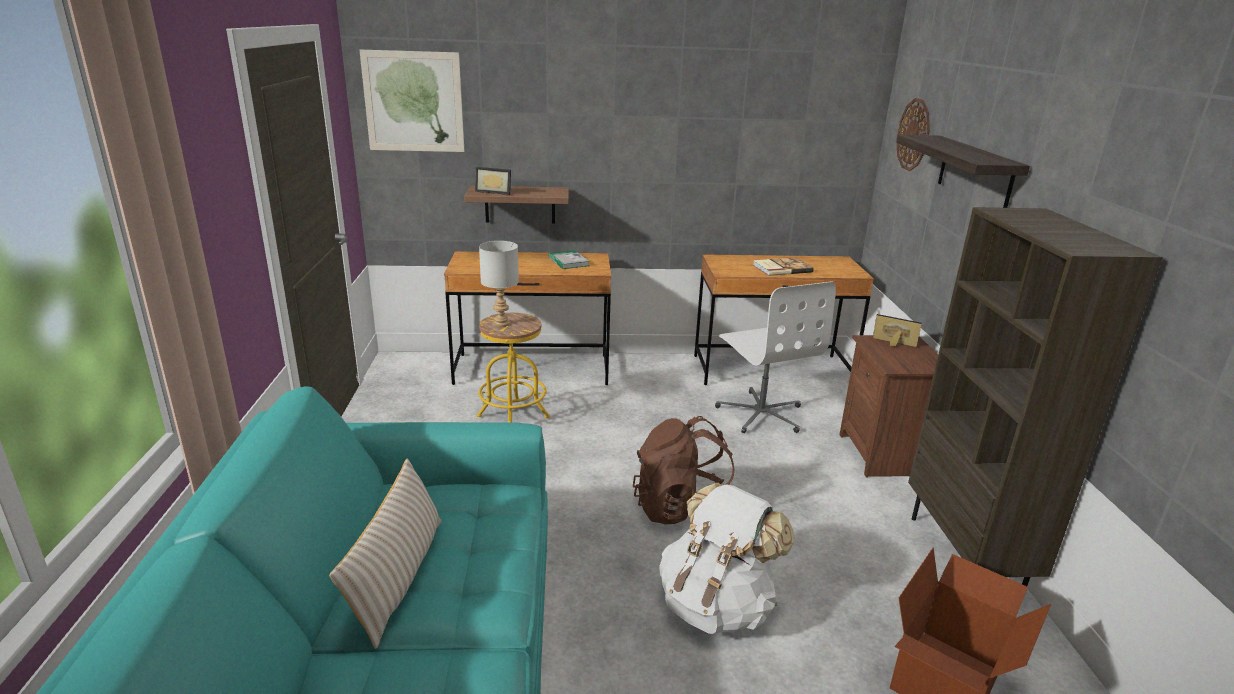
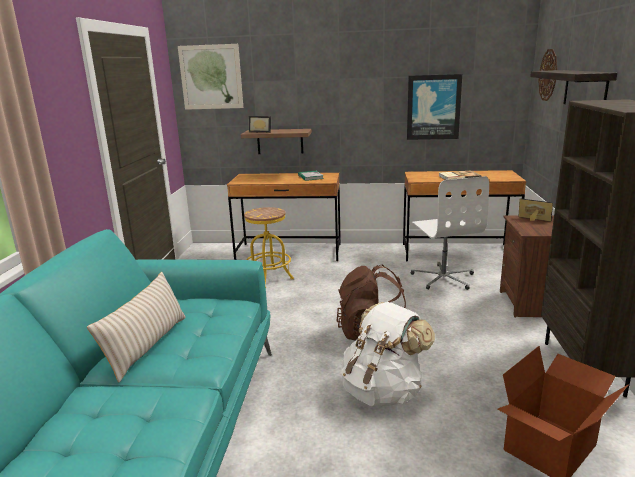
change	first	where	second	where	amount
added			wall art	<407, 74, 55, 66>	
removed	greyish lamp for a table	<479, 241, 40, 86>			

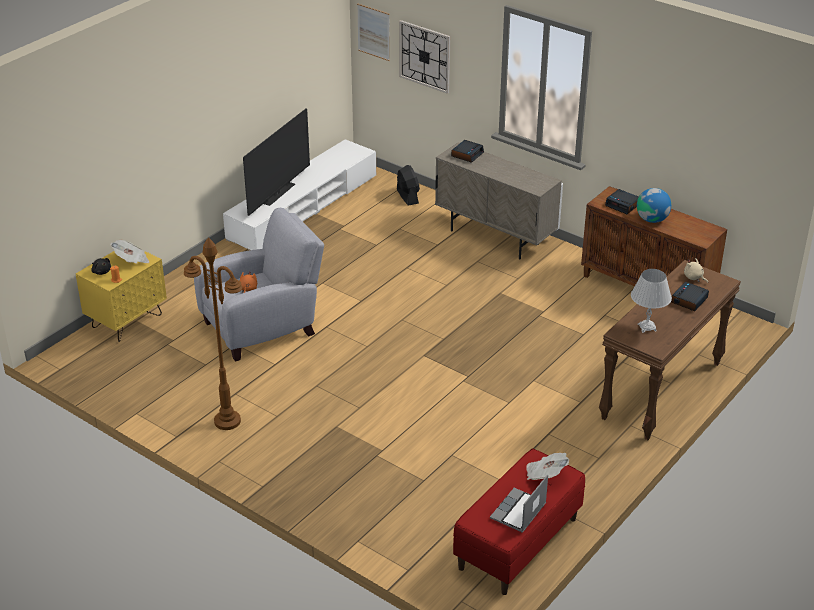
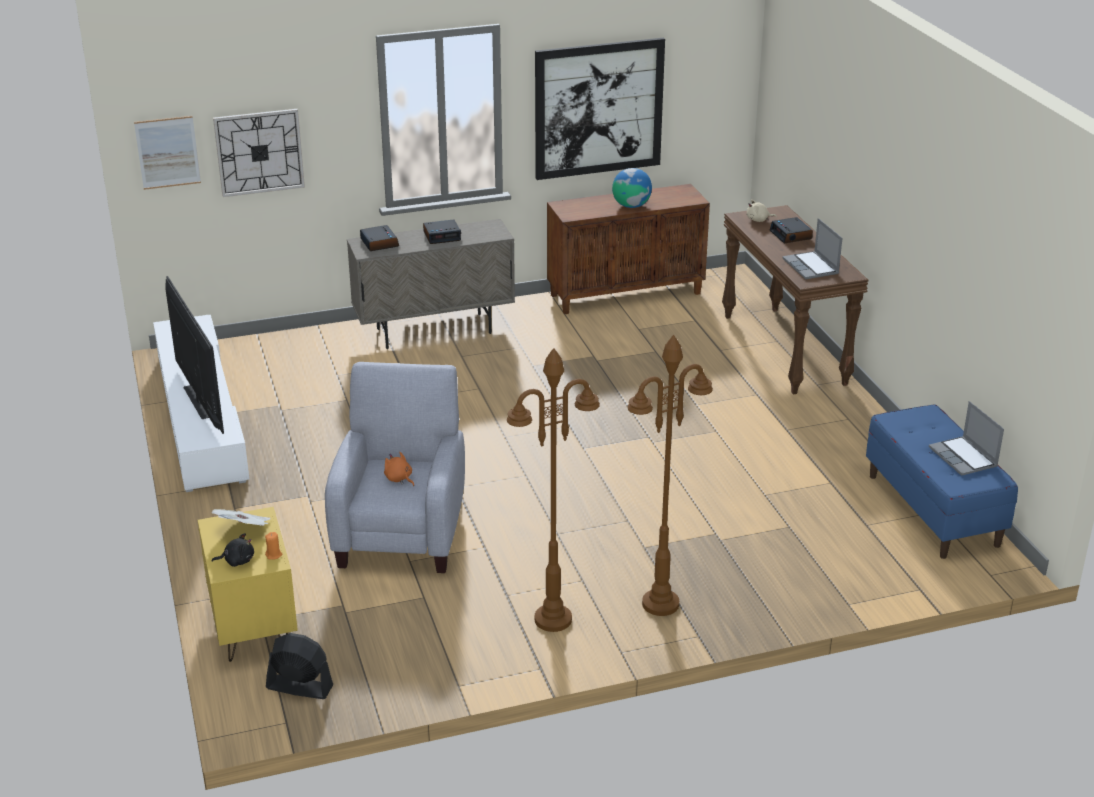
change	first	where	second	where	amount
moved	black electric fan	<397, 165, 23, 41>		<266, 633, 67, 66>	
moved	table clock	<605, 189, 34, 25>		<423, 219, 38, 25>	
added			wall art	<535, 38, 130, 142>	
added			brown-coloured standing lamp	<627, 335, 86, 281>	
replaced	white lamp for a table	<631, 269, 41, 64>	laptop	<783, 218, 59, 61>	
recoloured	red long seat	<453, 448, 132, 147>	bluish long seat	<866, 404, 152, 155>	
removed	newspaper	<526, 453, 43, 27>			

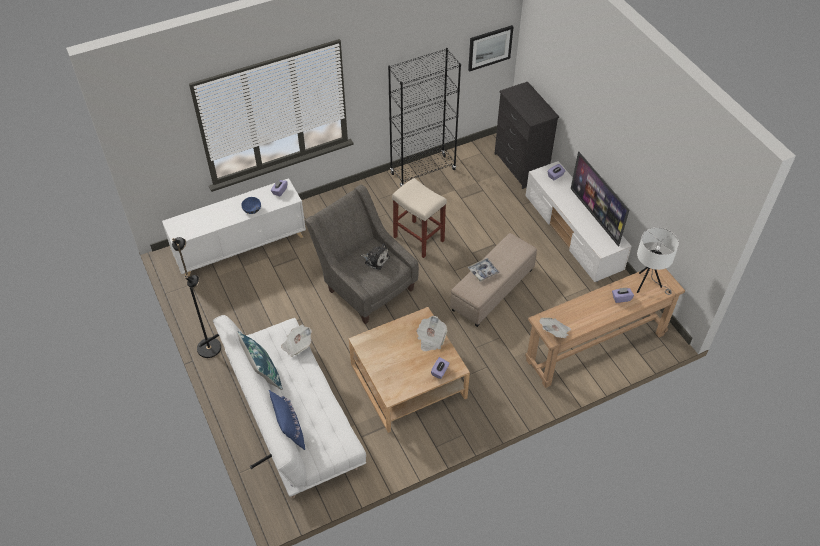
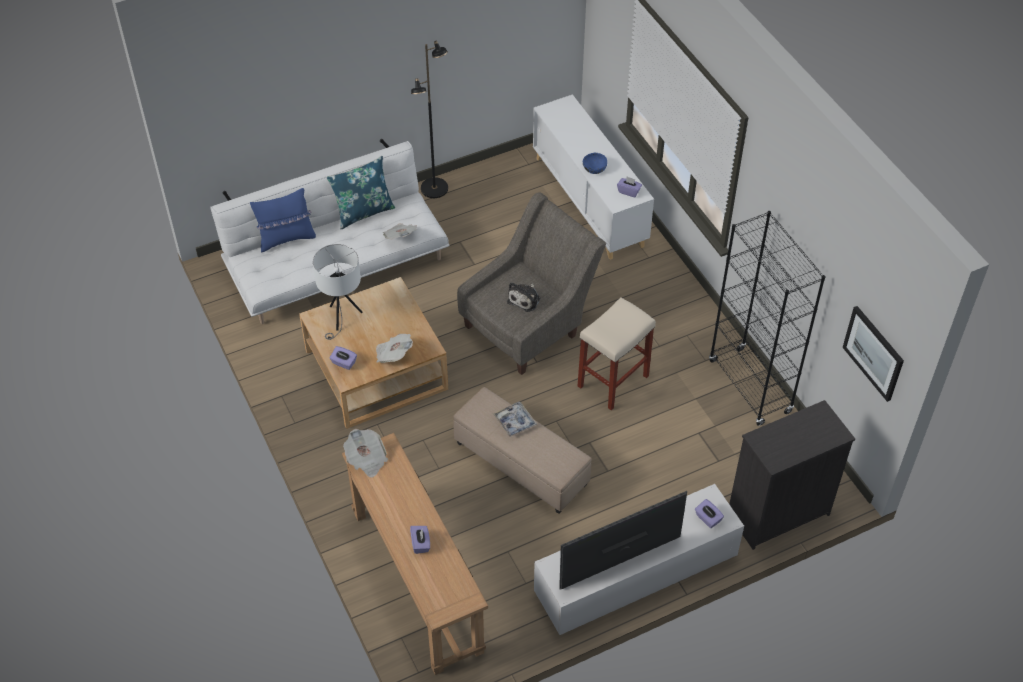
change	first	where	second	where	amount
moved	white lamp for a table	<637, 227, 42, 68>		<313, 244, 50, 96>	

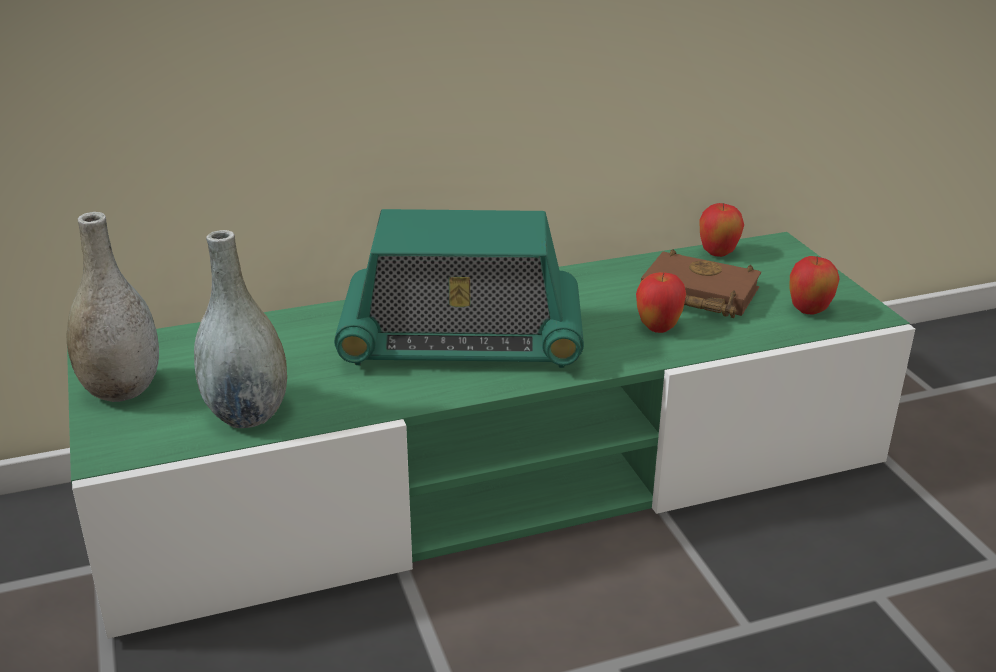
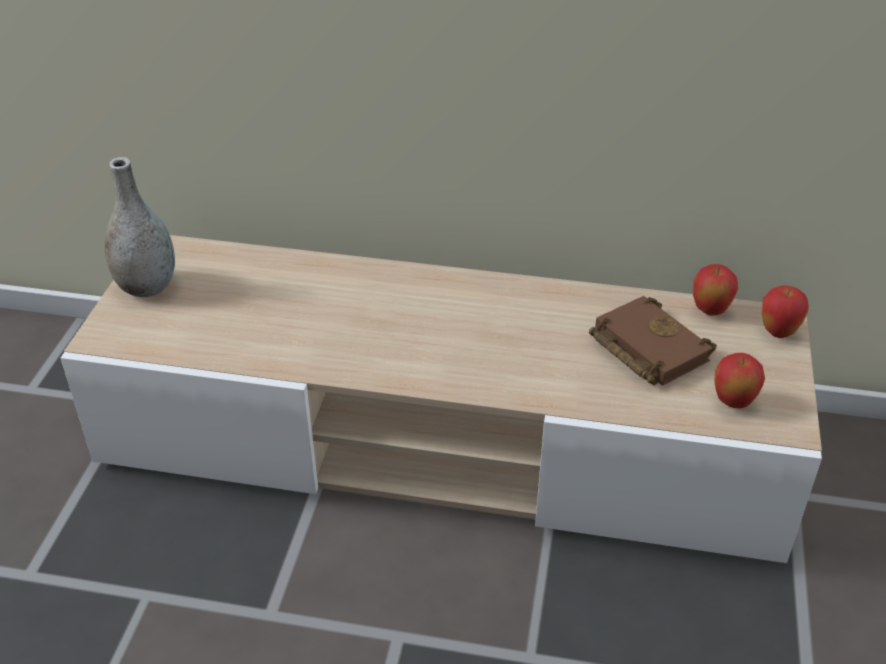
change	first	where	second	where	amount
recoloured	green-coloured media console	<67, 232, 848, 407>	sand-coloured media console	<61, 235, 761, 328>	
moved	whole apple	<636, 272, 50, 61>		<762, 285, 47, 53>	
removed	greyish vase	<194, 230, 93, 198>			
removed	radio	<334, 209, 250, 159>			

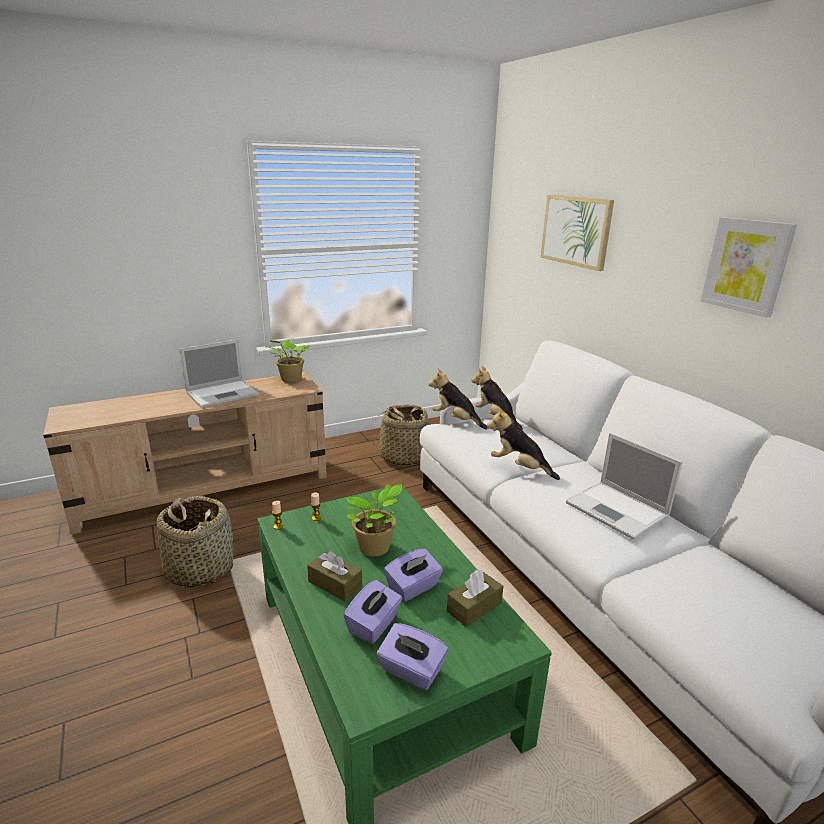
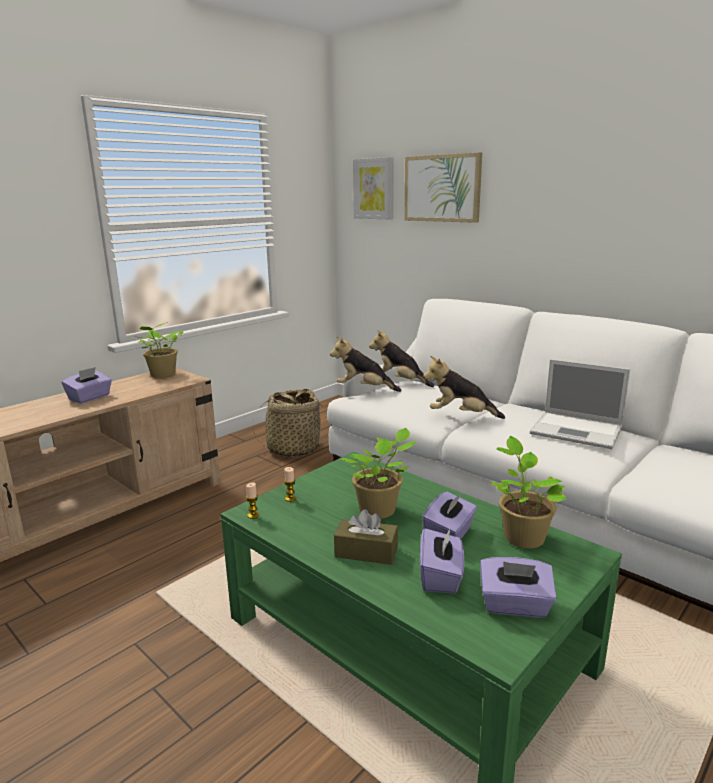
change	first	where	second	where	amount
replaced	laptop	<180, 339, 79, 69>	purple box of tissues	<62, 367, 50, 36>	
moved	wall art	<701, 217, 96, 101>		<353, 157, 41, 63>	
replaced	brown-coloured box of tissues	<447, 570, 56, 57>	houseplant	<490, 436, 77, 113>	
removed	household basket	<157, 496, 76, 92>			

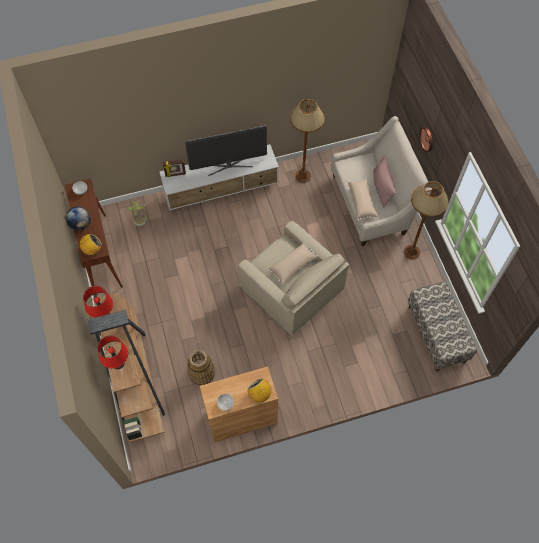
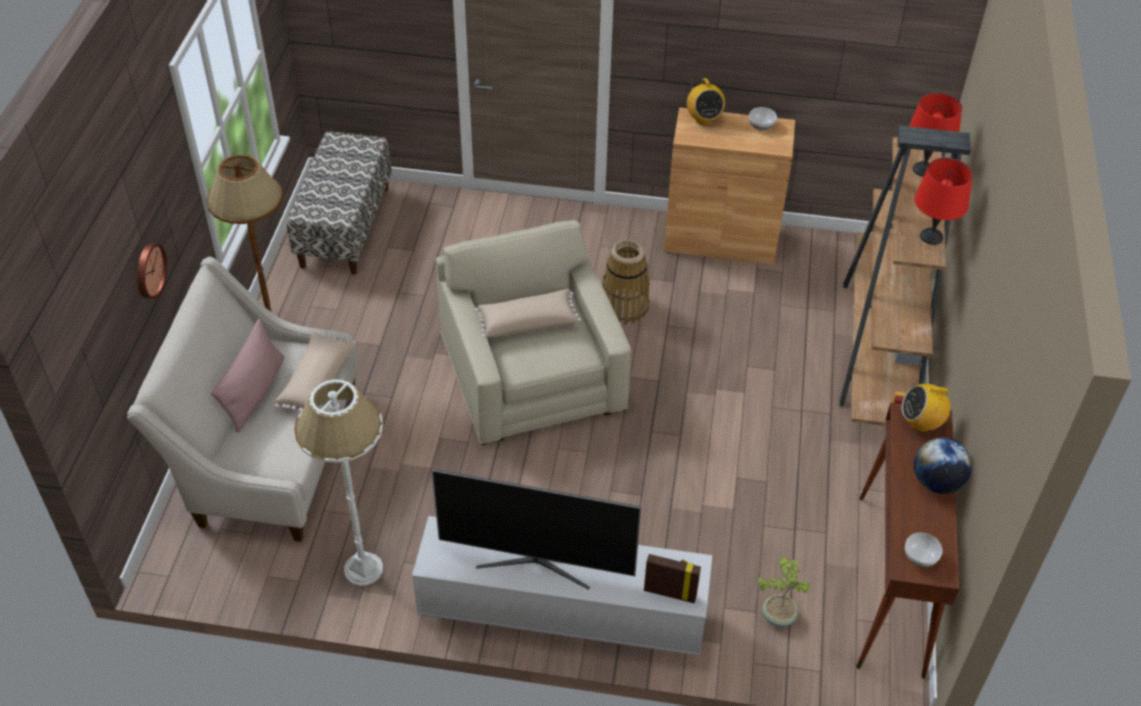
change	first	where	second	where	amount
recoloured	brown-coloured standing lamp	<290, 99, 35, 84>	white standing lamp	<294, 379, 89, 207>	
moved	household basket	<187, 350, 28, 36>		<602, 240, 48, 85>	

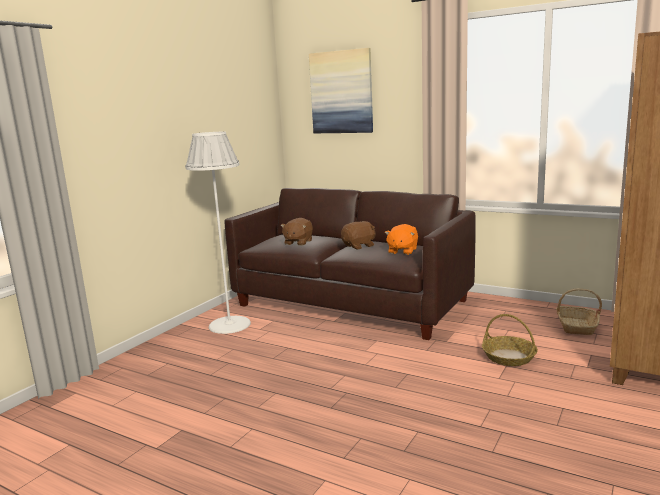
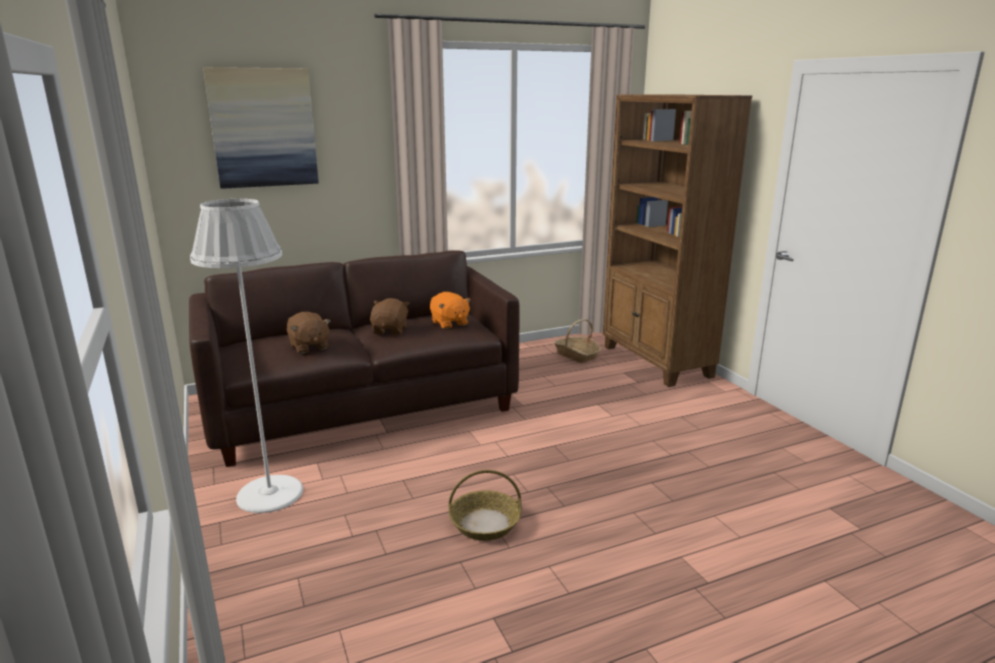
change	first	where	second	where	amount
moved	household basket	<482, 314, 56, 52>		<449, 470, 73, 71>	

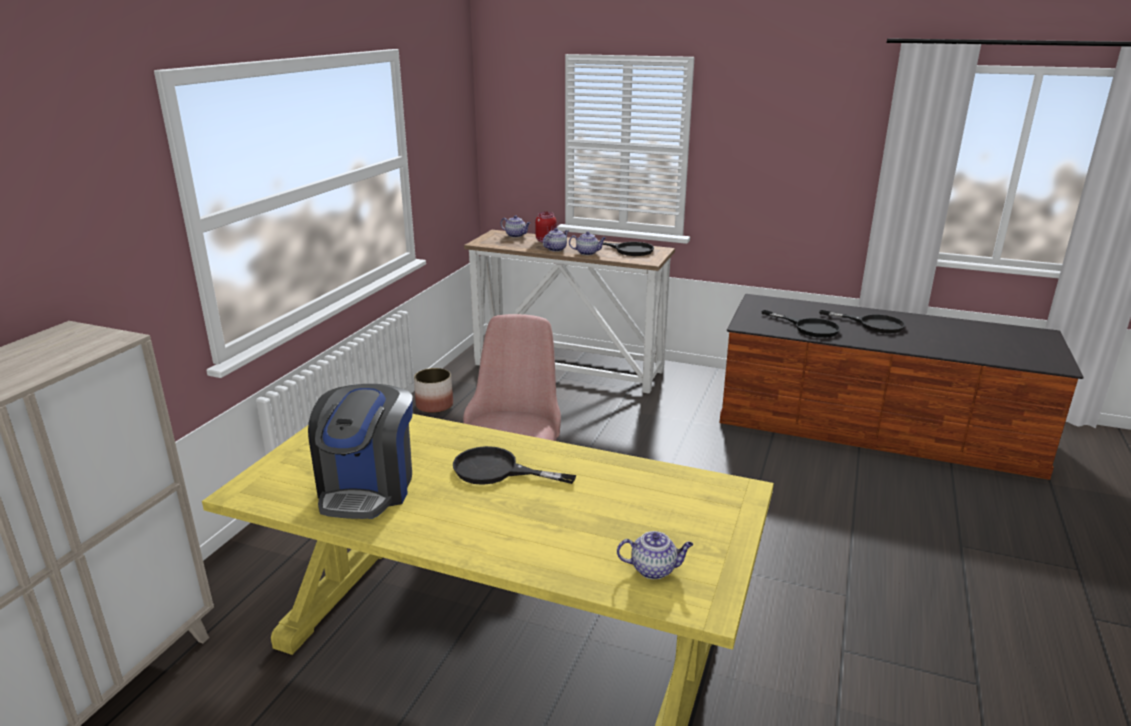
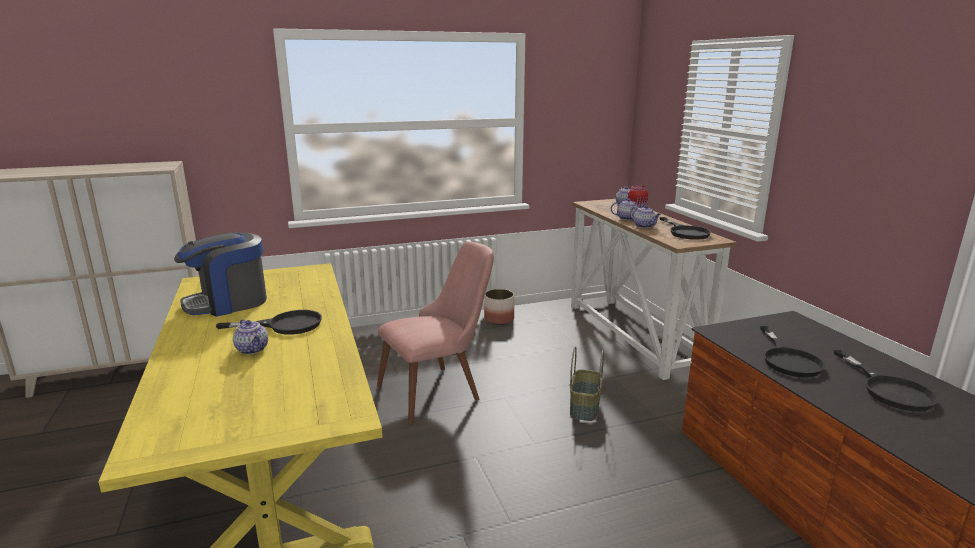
change	first	where	second	where	amount
turned	black skillet	<453, 446, 123, 39>		<216, 310, 106, 25>	105 degrees clockwise
moved	pot for tea	<617, 531, 76, 48>		<233, 319, 35, 35>	
added			household basket	<570, 346, 34, 75>	

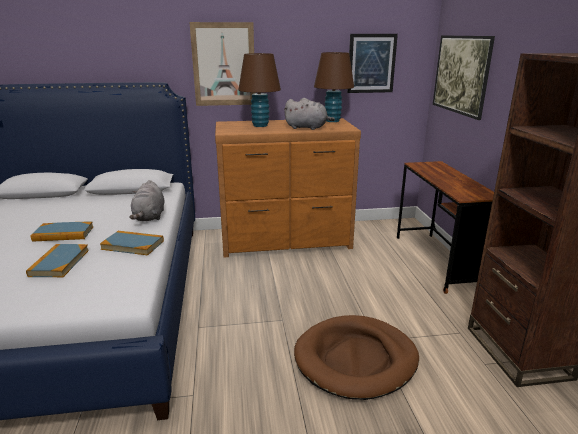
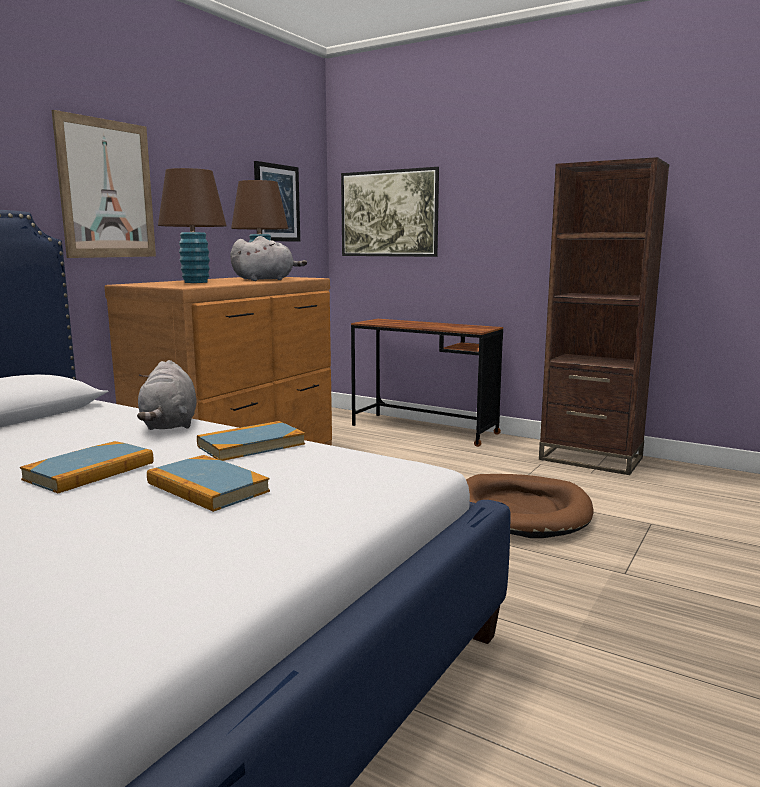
change	first	where	second	where	amount
turned	greyish cuddly toy	<129, 180, 36, 41>		<137, 360, 60, 70>	45 degrees clockwise

